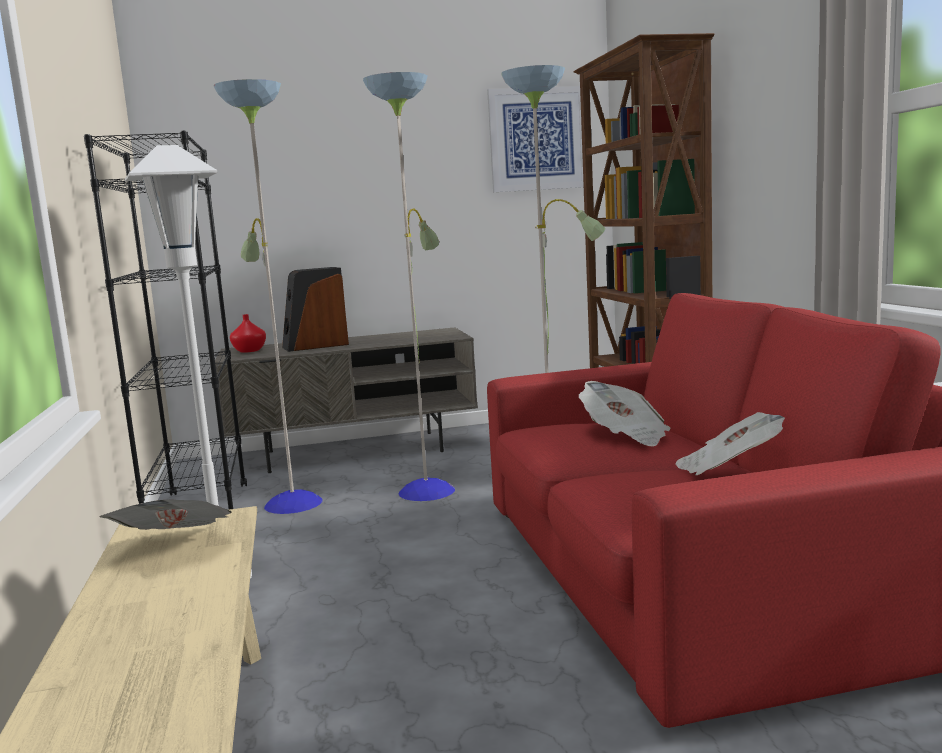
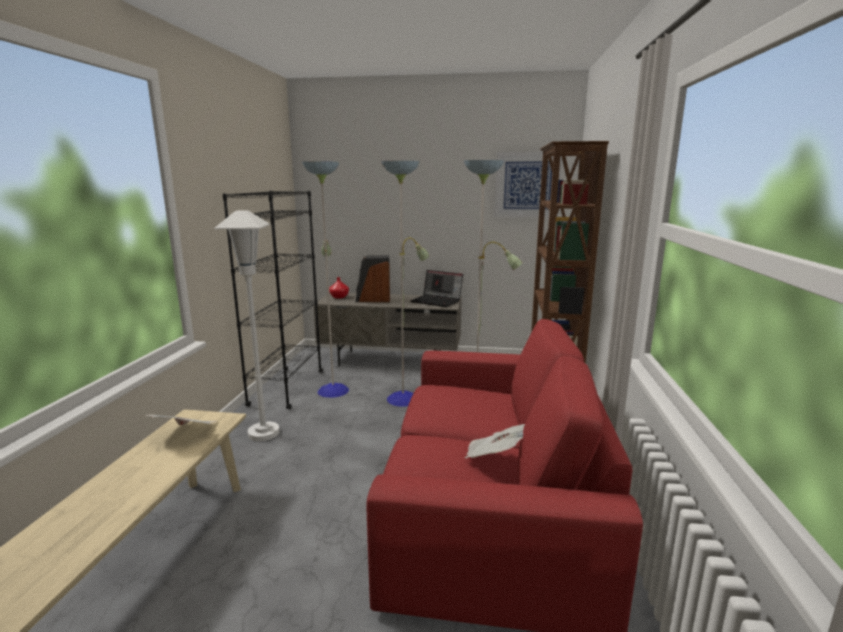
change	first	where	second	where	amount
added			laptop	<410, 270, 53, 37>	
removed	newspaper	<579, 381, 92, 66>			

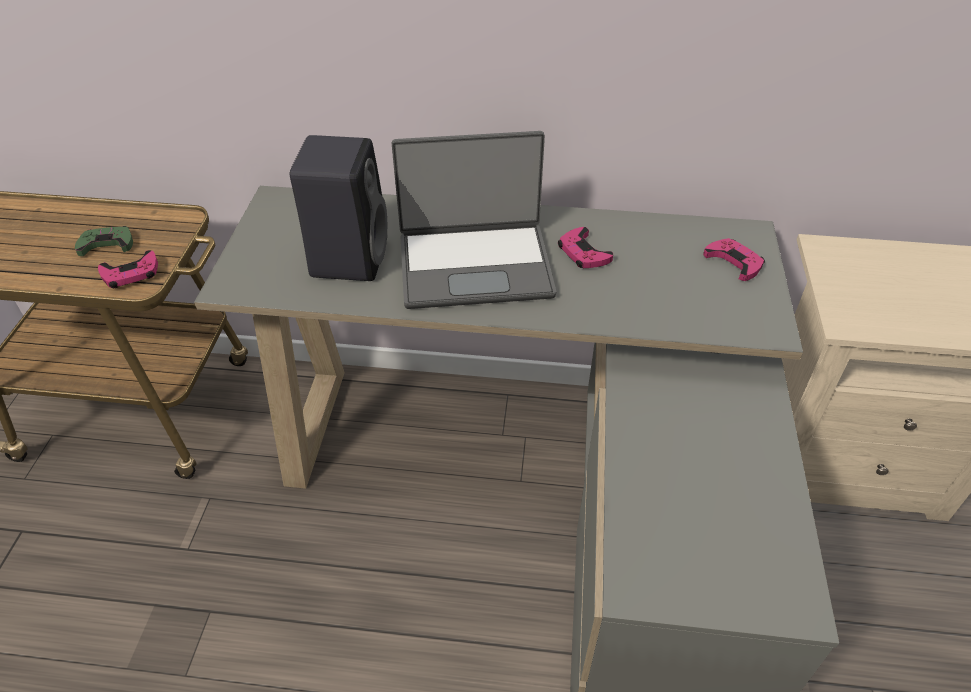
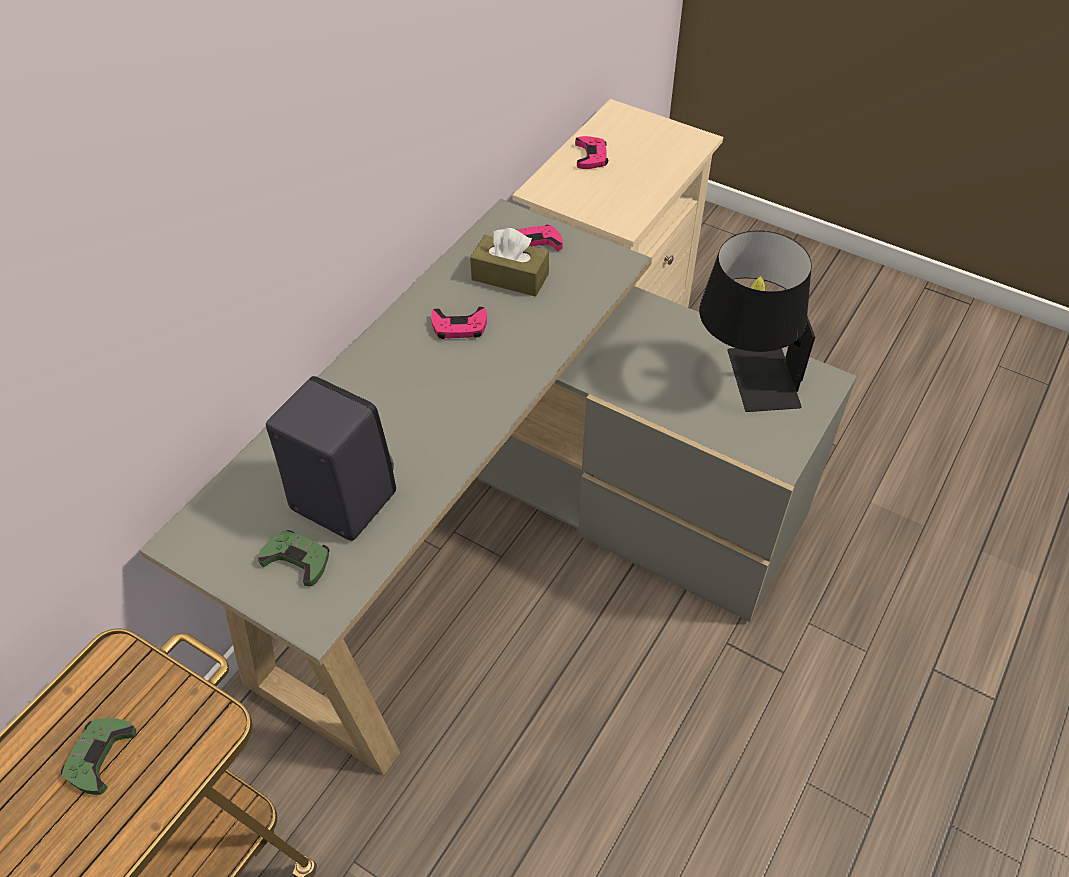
change	first	where	second	where	amount
added			green-coloured game controller	<258, 530, 72, 56>	
added			brown-coloured box of tissues	<470, 228, 79, 69>	
moved	pinkish game controller	<98, 250, 60, 38>		<575, 136, 33, 33>	
added			black lamp for a table	<699, 231, 116, 181>	
removed	laptop	<392, 131, 165, 178>			

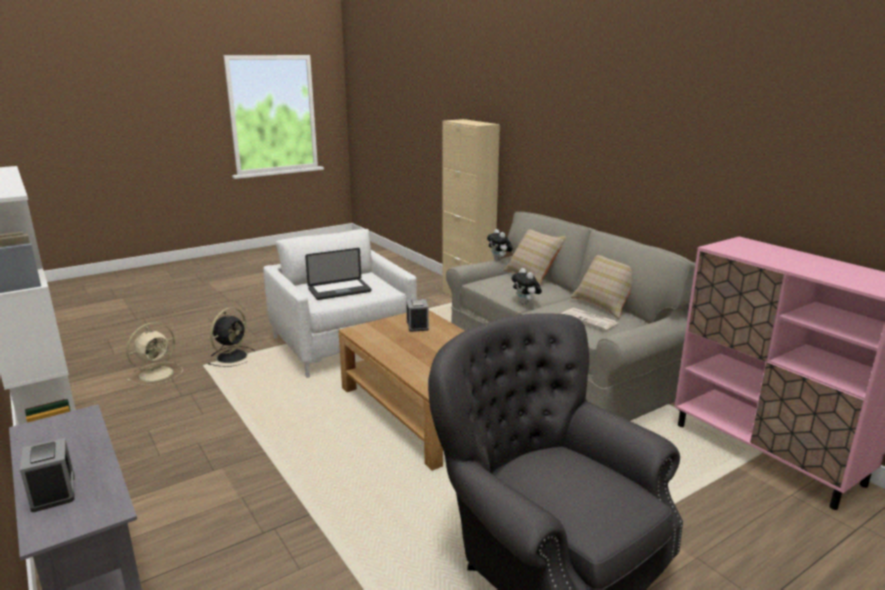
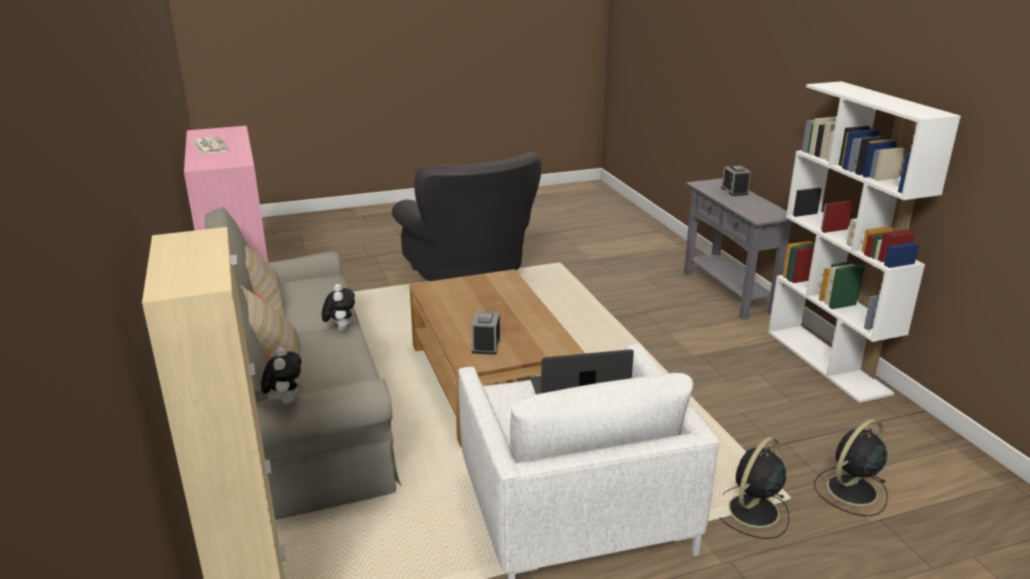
change	first	where	second	where	amount
moved	newspaper	<562, 308, 56, 22>		<192, 136, 38, 19>	
recoloured	sand-coloured electric fan	<126, 322, 57, 63>	black electric fan	<814, 419, 74, 97>	

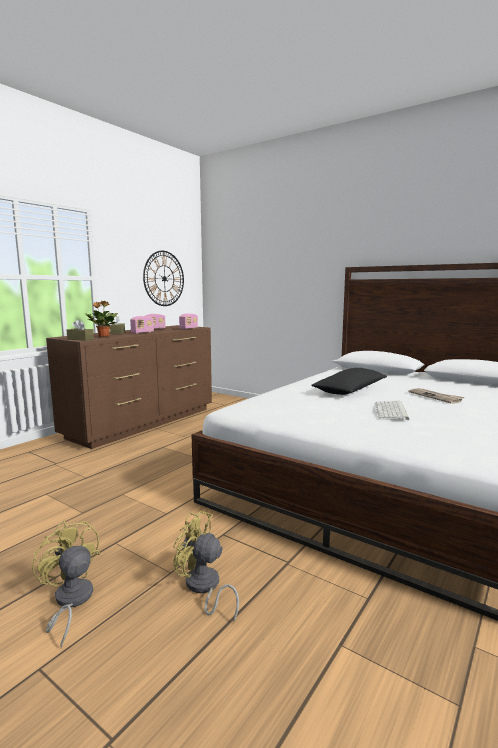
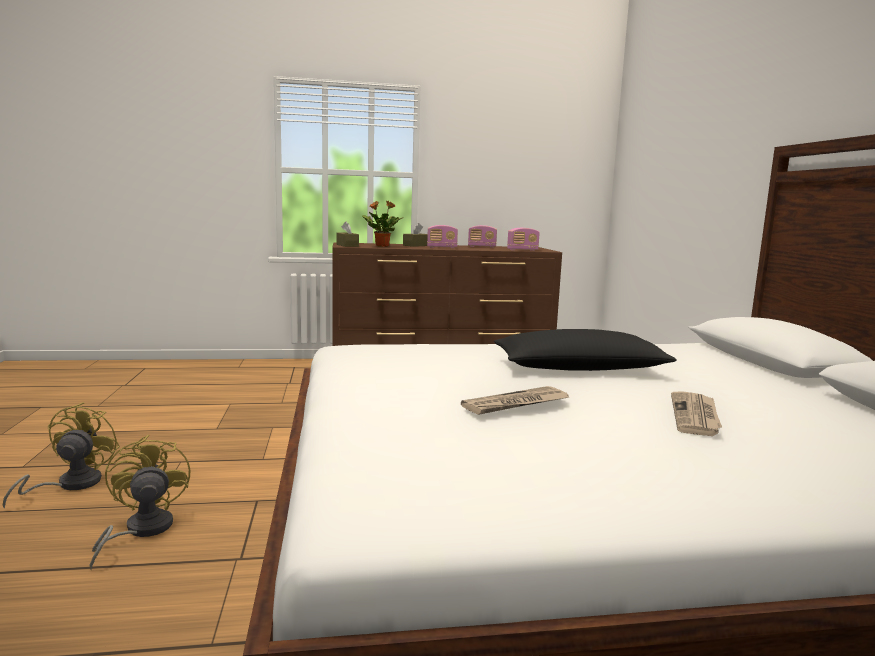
change	first	where	second	where	amount
replaced	PC keyboard	<375, 401, 34, 19>	newspaper	<461, 386, 108, 29>	
removed	clock on the wall	<143, 251, 41, 55>			

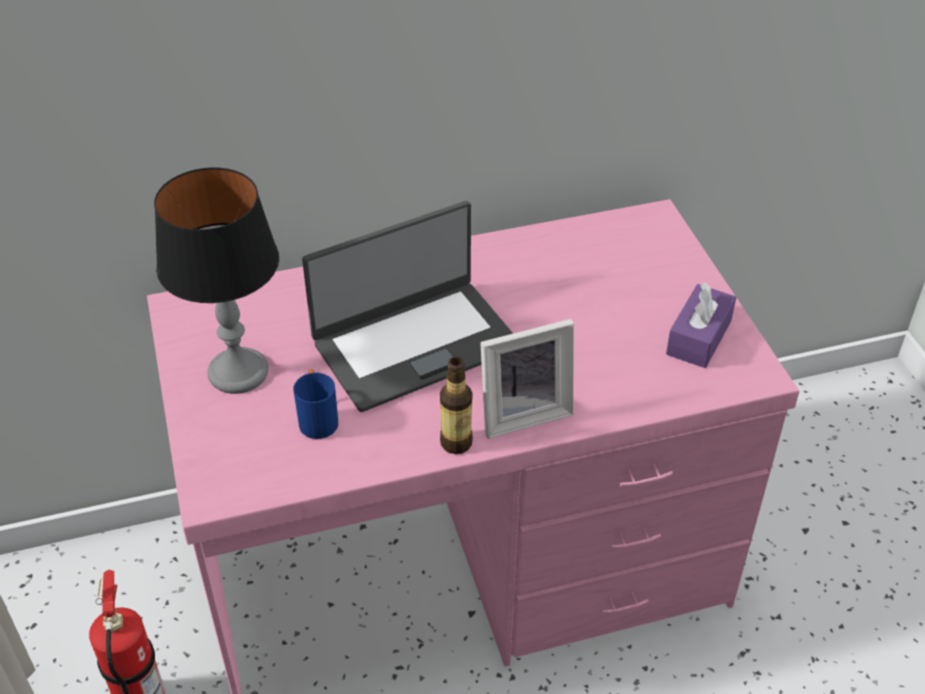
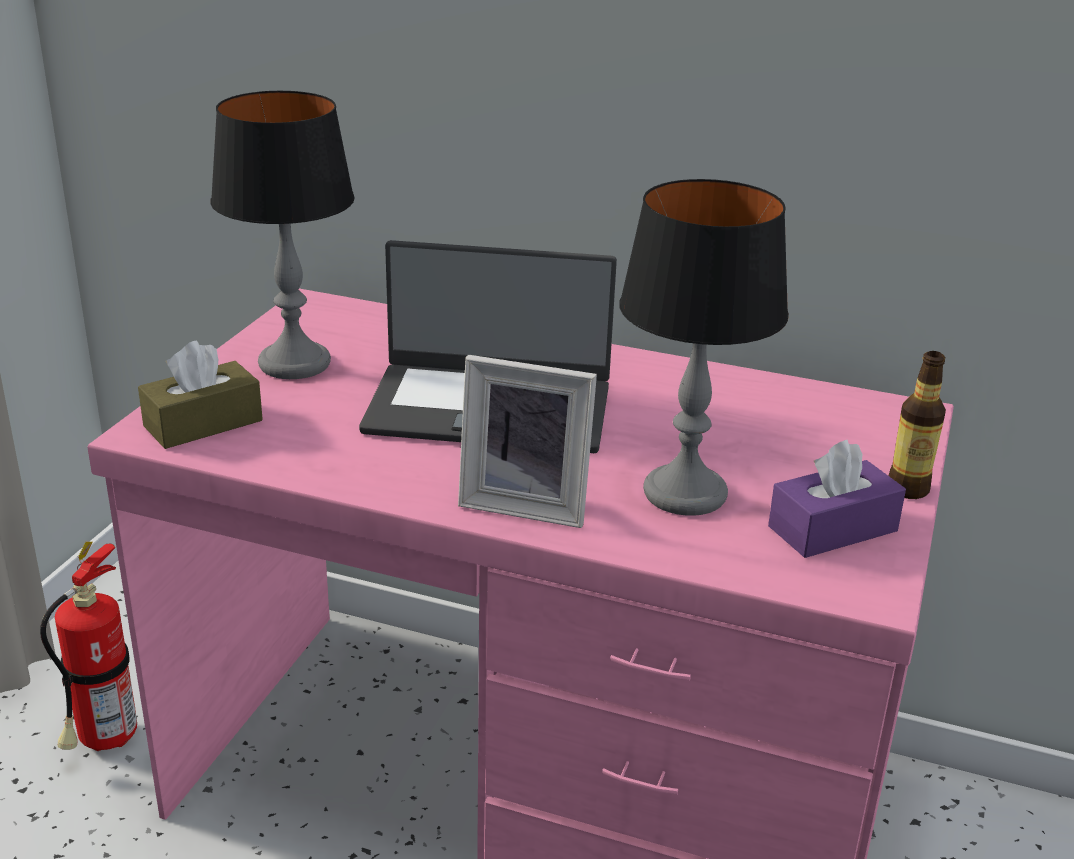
change	first	where	second	where	amount
added			brown-coloured box of tissues	<138, 341, 125, 108>	
added			lamp for a table	<619, 179, 170, 337>	
moved	beverage bottle	<440, 357, 33, 97>		<888, 351, 58, 148>	
removed	bluish tea mug	<294, 369, 44, 70>			

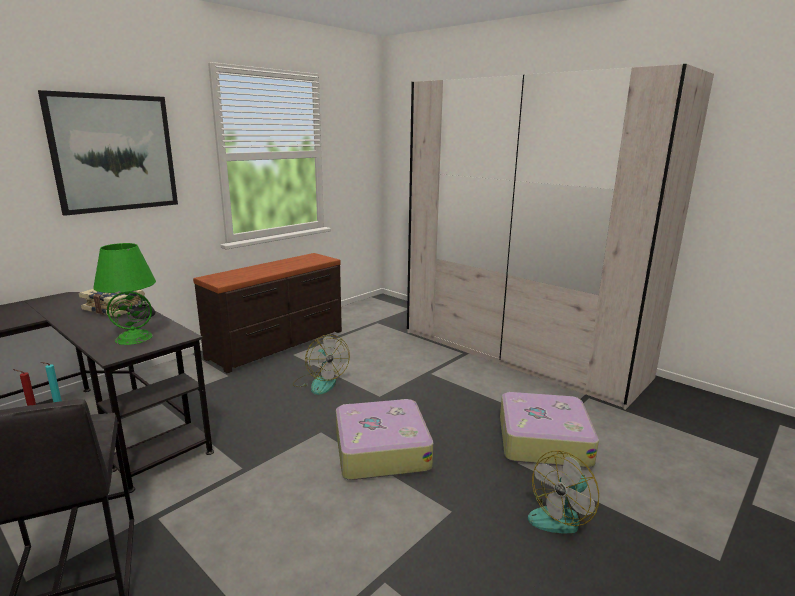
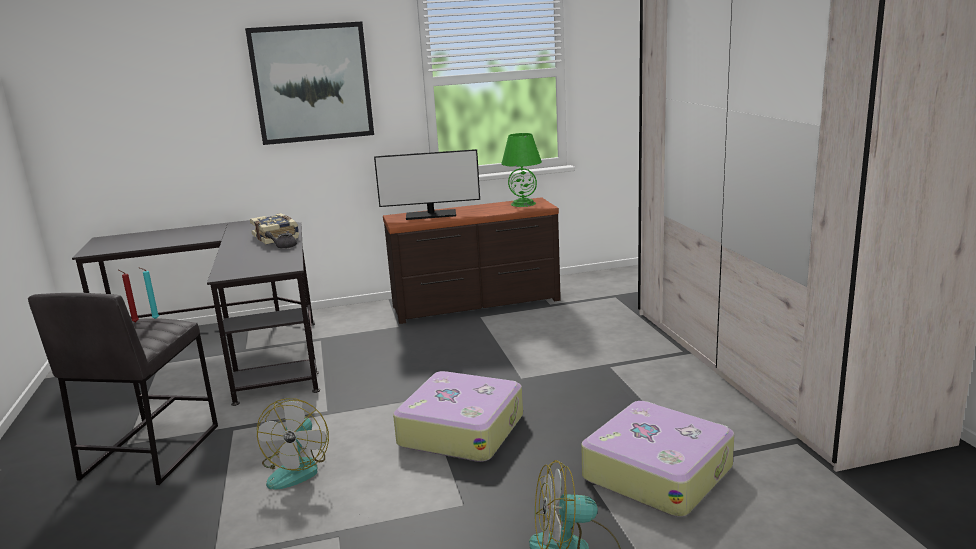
change	first	where	second	where	amount
moved	electric fan	<293, 335, 57, 60>		<257, 398, 72, 92>	
added			computer display	<374, 149, 106, 71>	
moved	green-coloured lamp for a table	<93, 243, 63, 102>		<501, 133, 41, 74>	

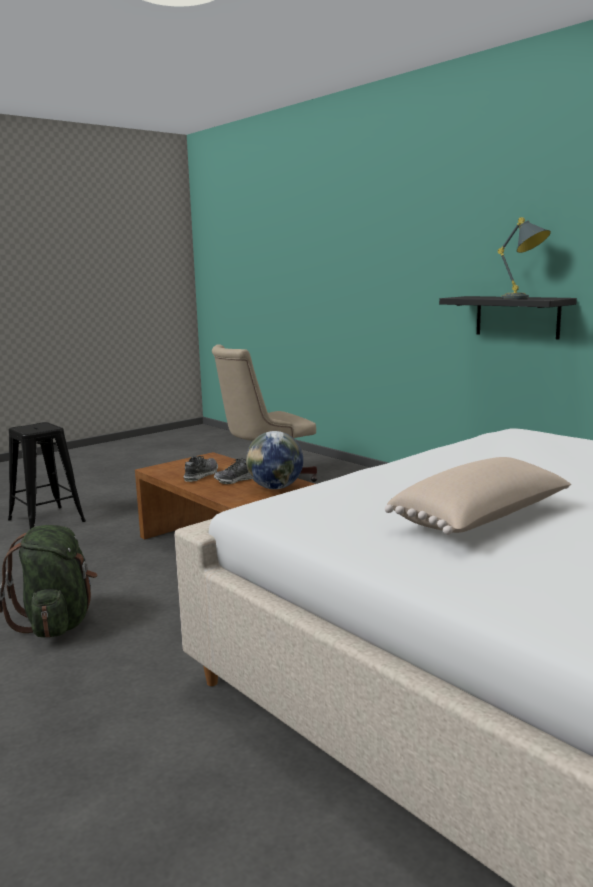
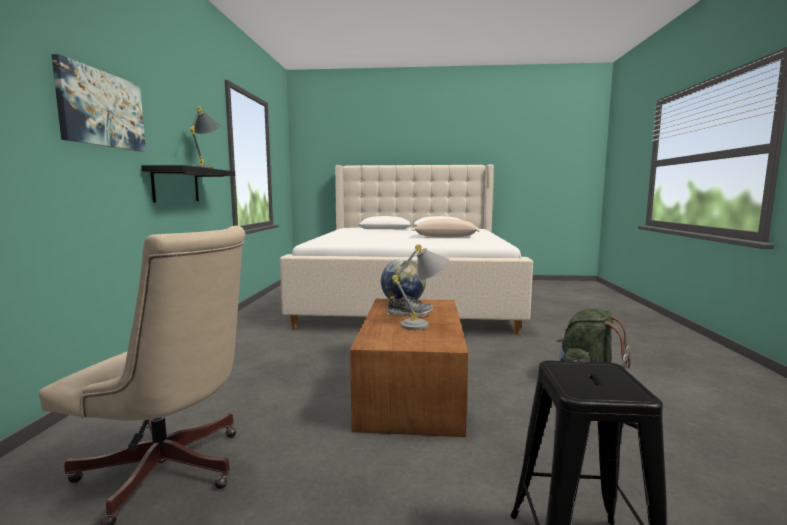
change	first	where	second	where	amount
added			wall art	<51, 54, 95, 98>	
replaced	shoe	<184, 456, 34, 26>	greyish lamp for a table	<392, 244, 57, 86>	

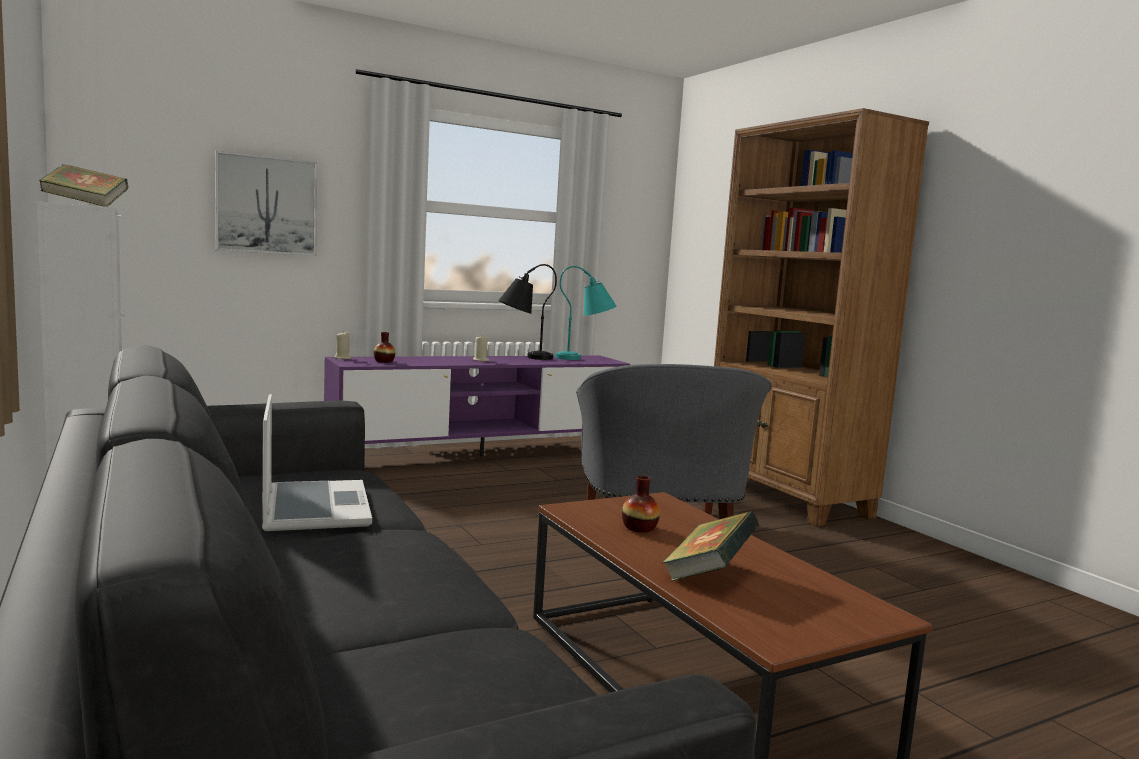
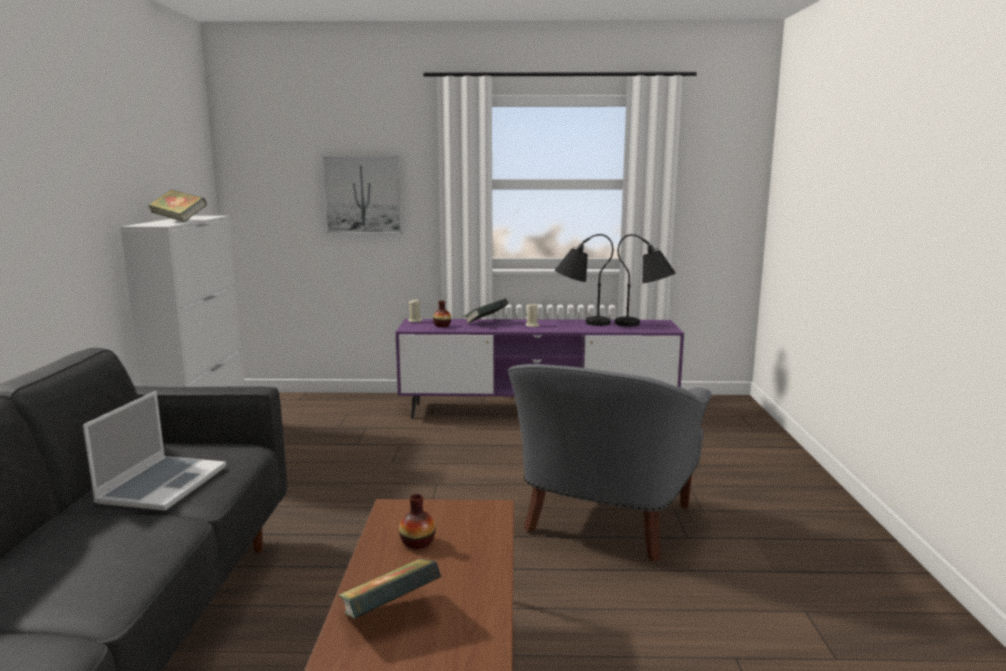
change	first	where	second	where	amount
added			book	<465, 298, 43, 26>	
recoloured	turquoise-coloured lamp for a table	<555, 266, 61, 94>	black lamp for a table	<615, 234, 60, 93>	
removed	brown-coloured shelving unit	<714, 108, 215, 419>			

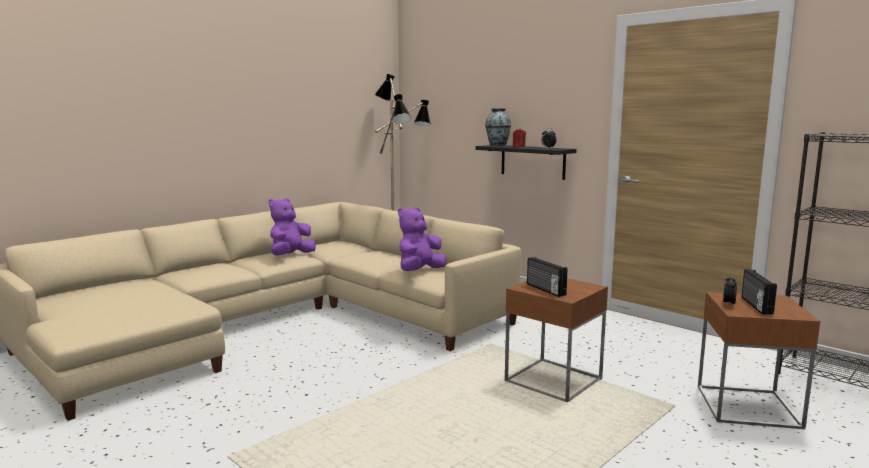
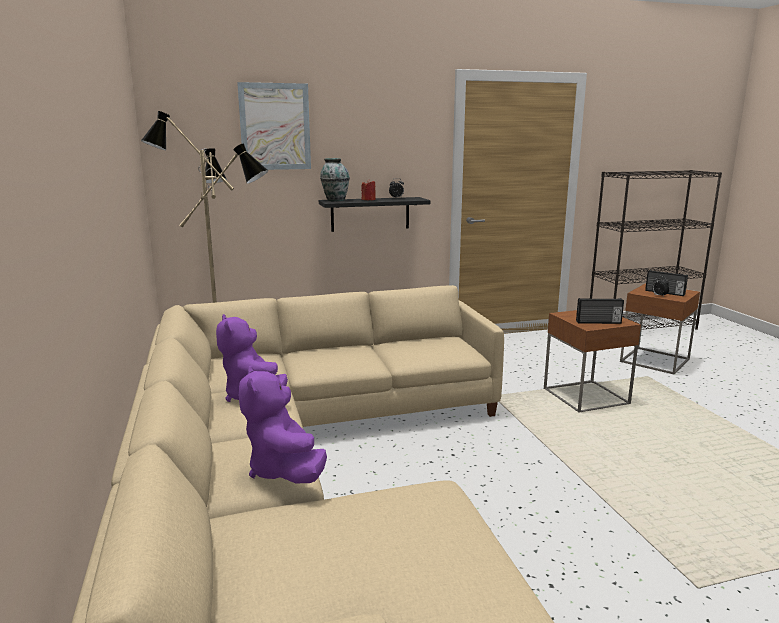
change	first	where	second	where	amount
added			wall art	<237, 82, 74, 88>	
moved	purple cuddly toy	<398, 207, 49, 64>		<239, 366, 88, 117>	

